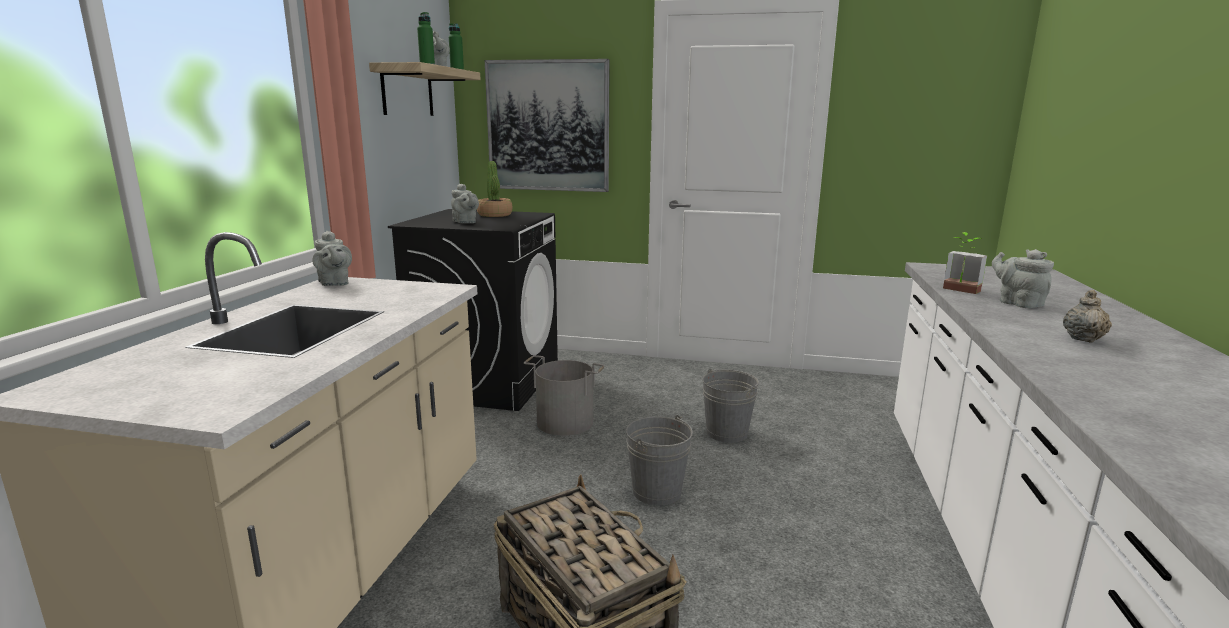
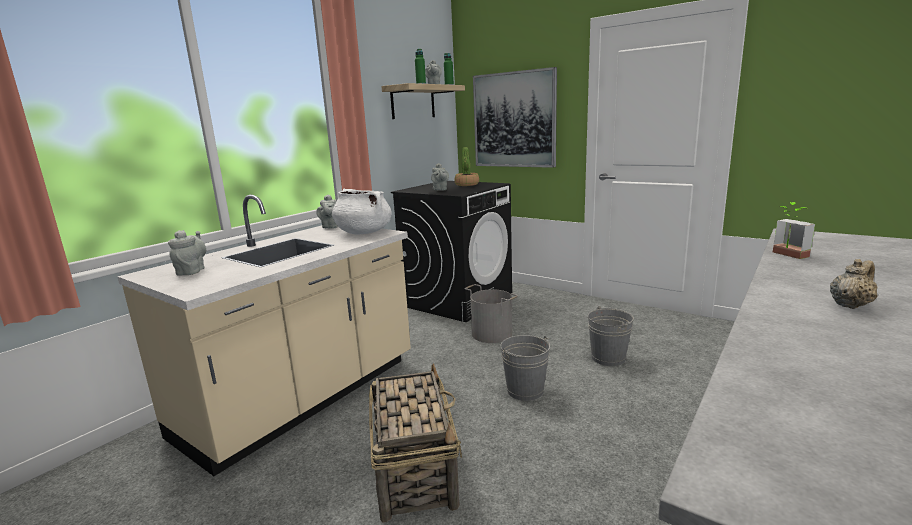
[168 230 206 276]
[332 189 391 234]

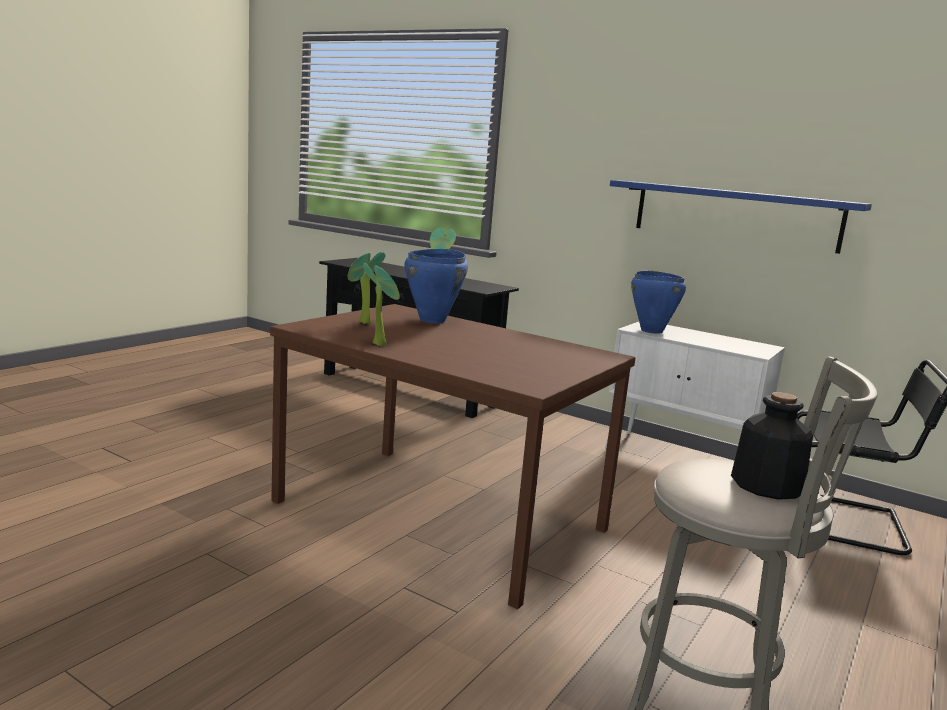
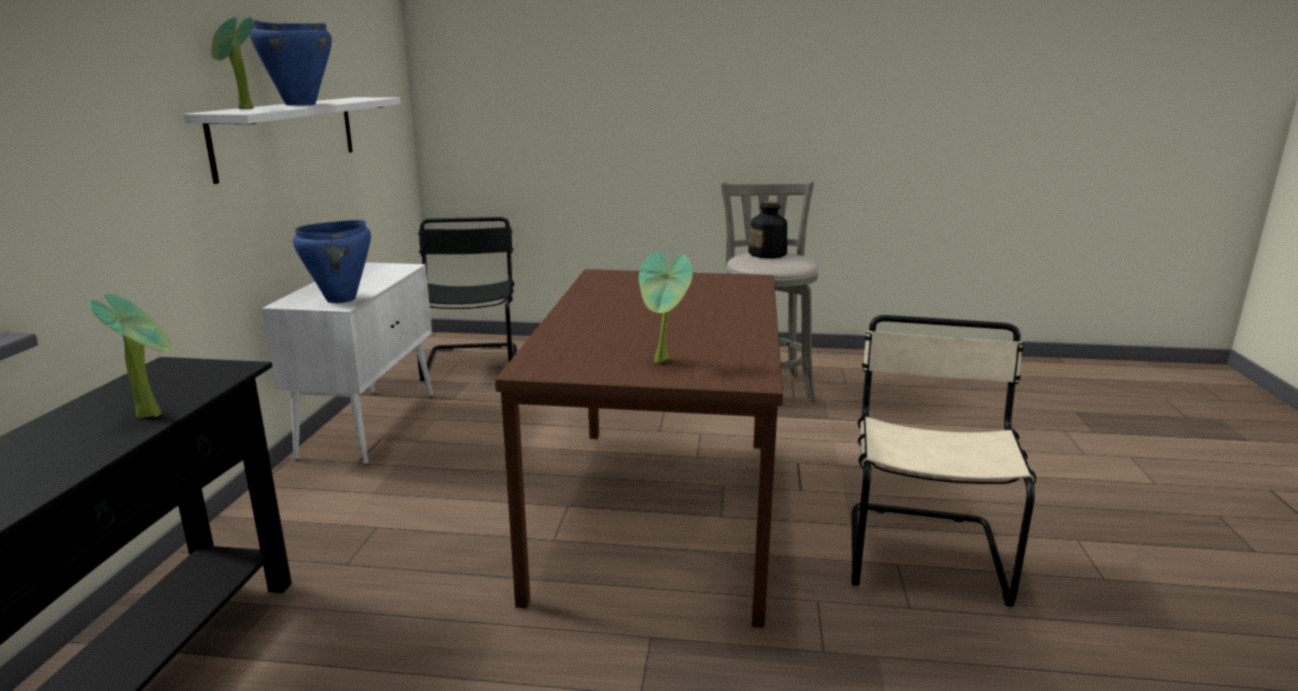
[183 97 401 184]
[211 16 254 109]
[250 21 332 106]
[851 315 1036 606]

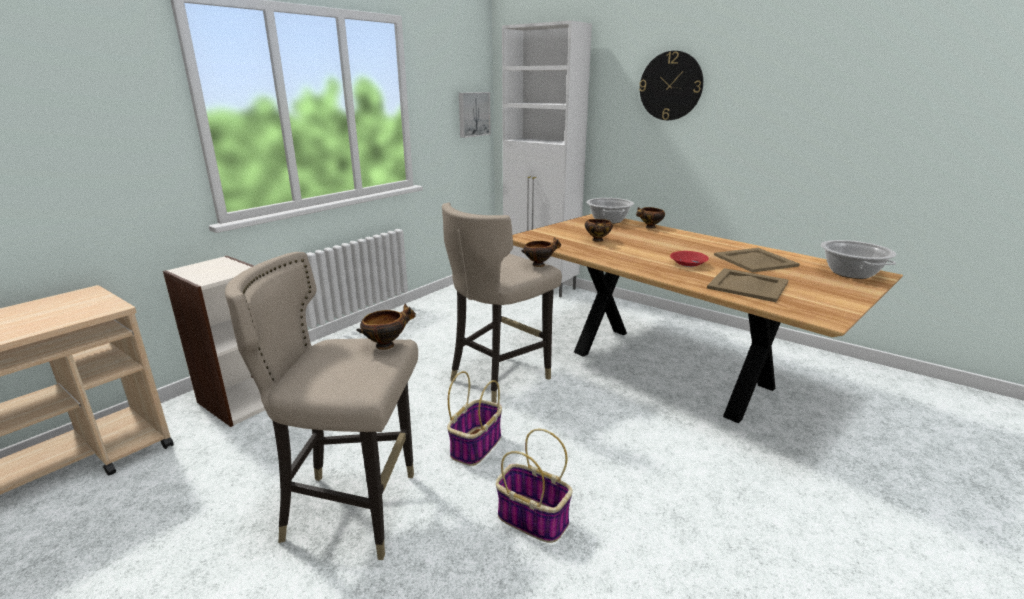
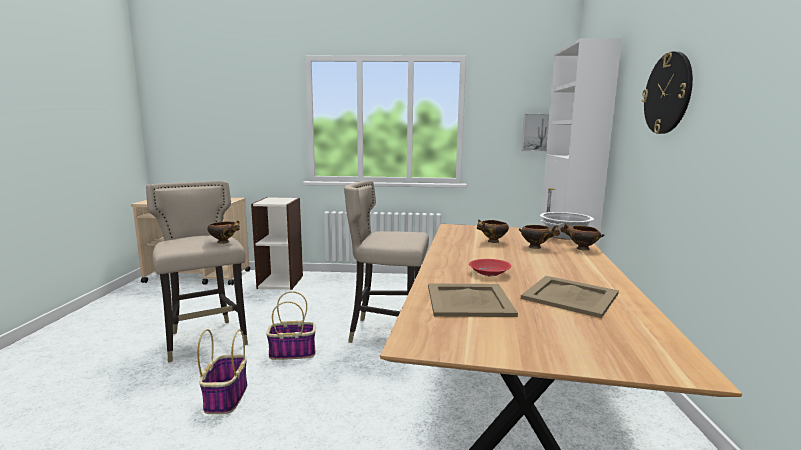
[519 225 560 249]
[821 240 896 279] (first image)

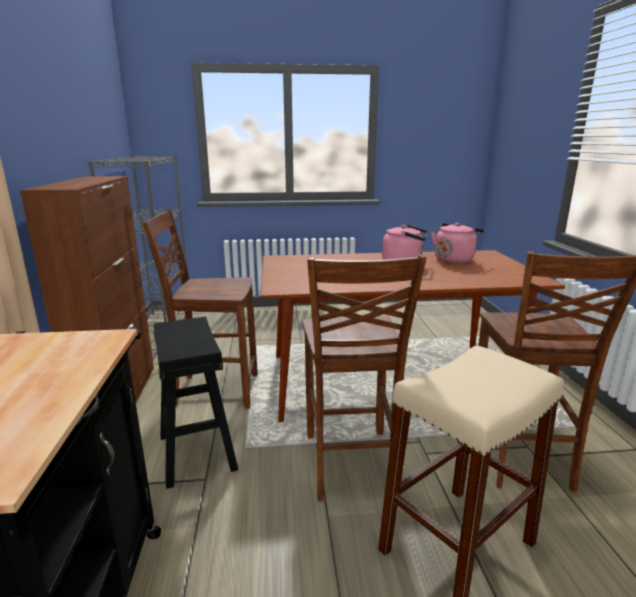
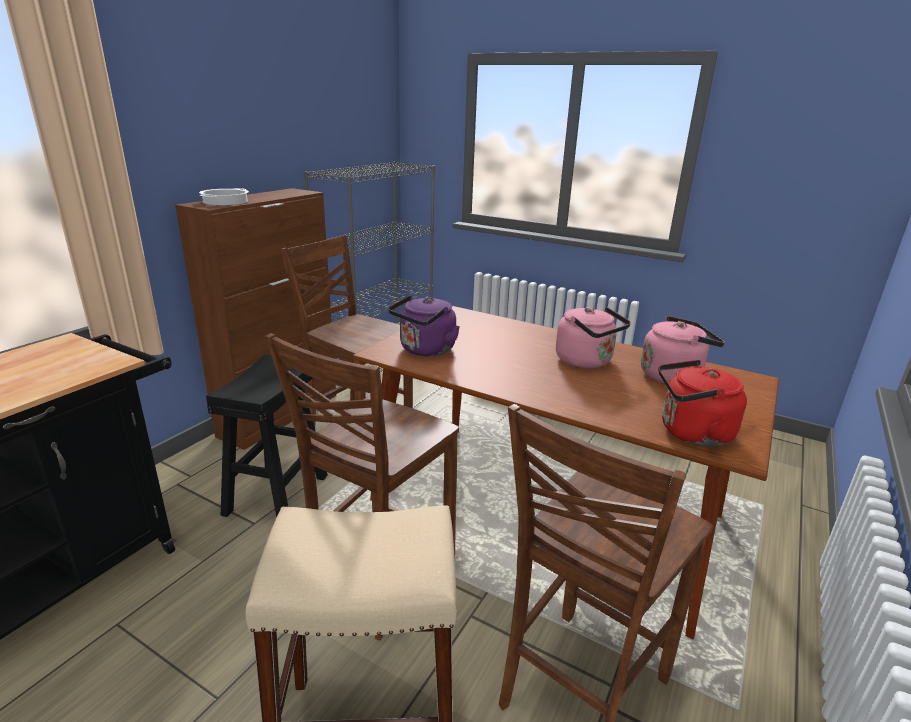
[199 188 249 205]
[388 295 460 356]
[658 360 747 447]

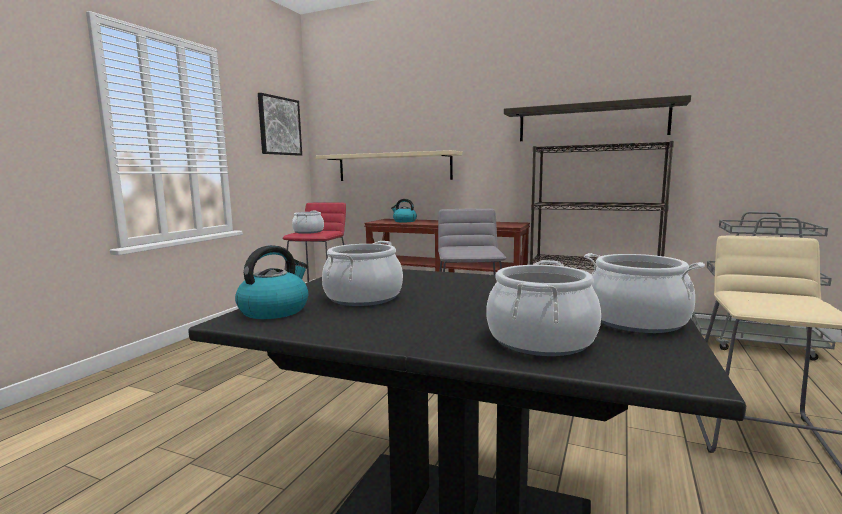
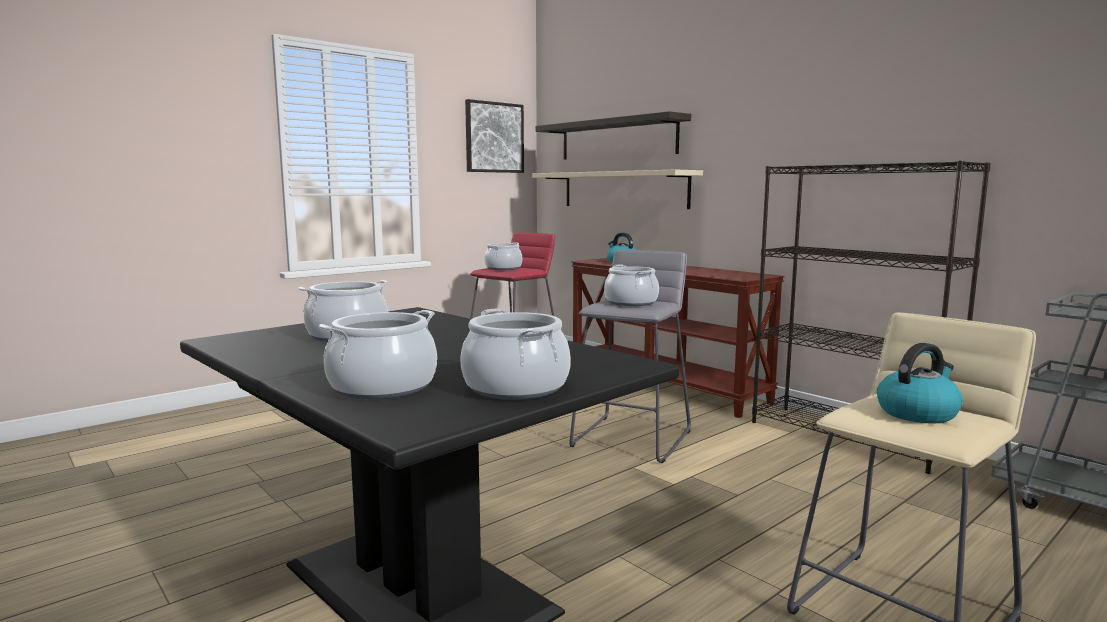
[535 111 691 159]
[604 265 659 306]
[877 343 963 424]

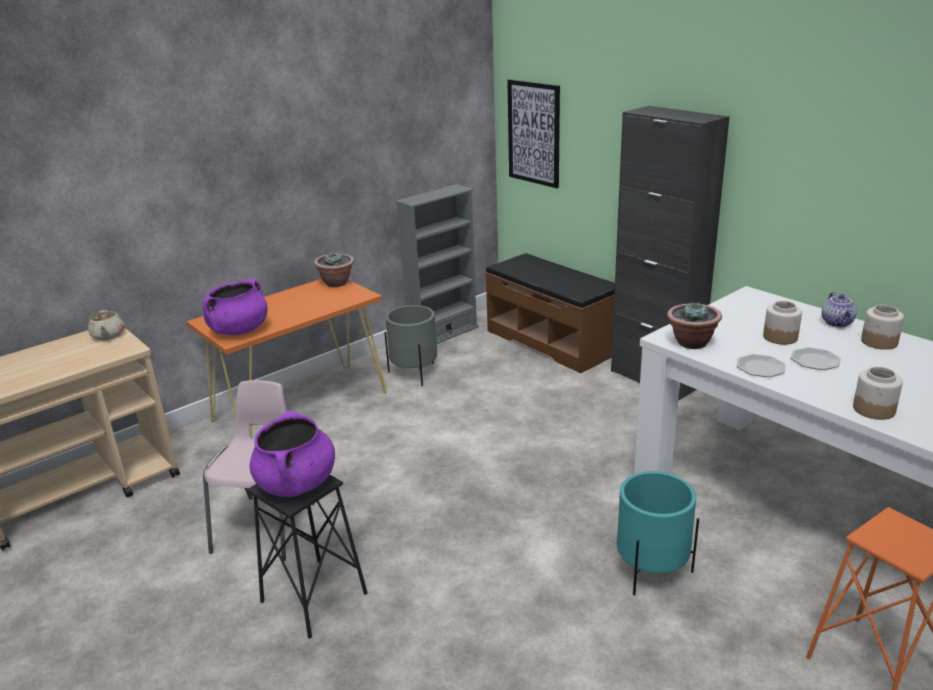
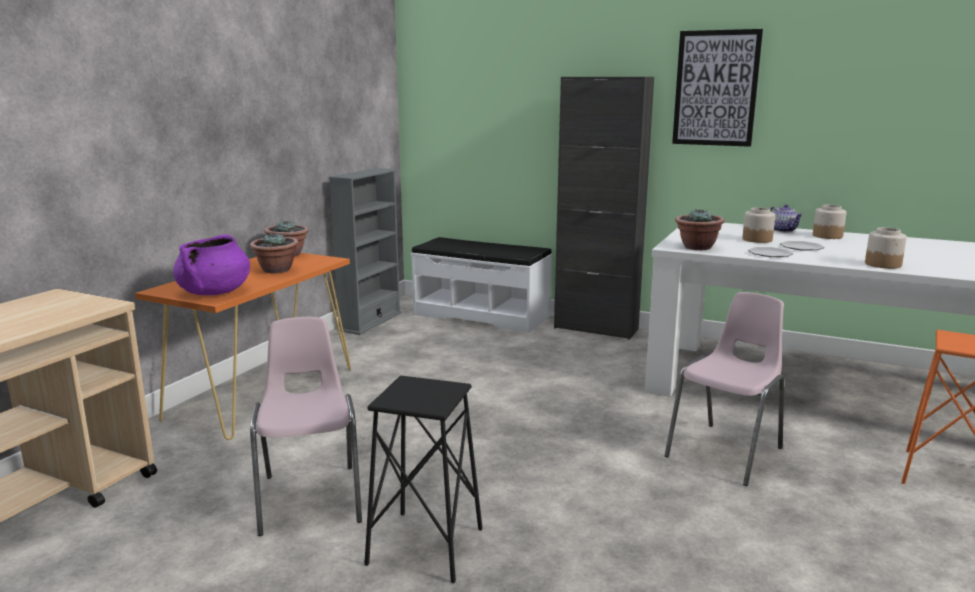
[250 233 299 273]
[411 237 552 333]
[665 292 784 486]
[672 29 763 147]
[88 310 125 340] (first image)
[250 411 335 497] (first image)
[384 305 437 386] (first image)

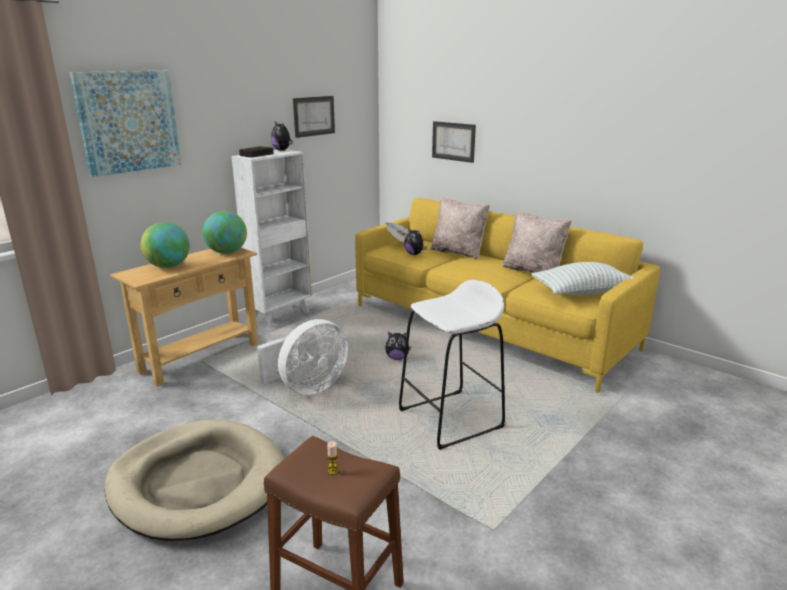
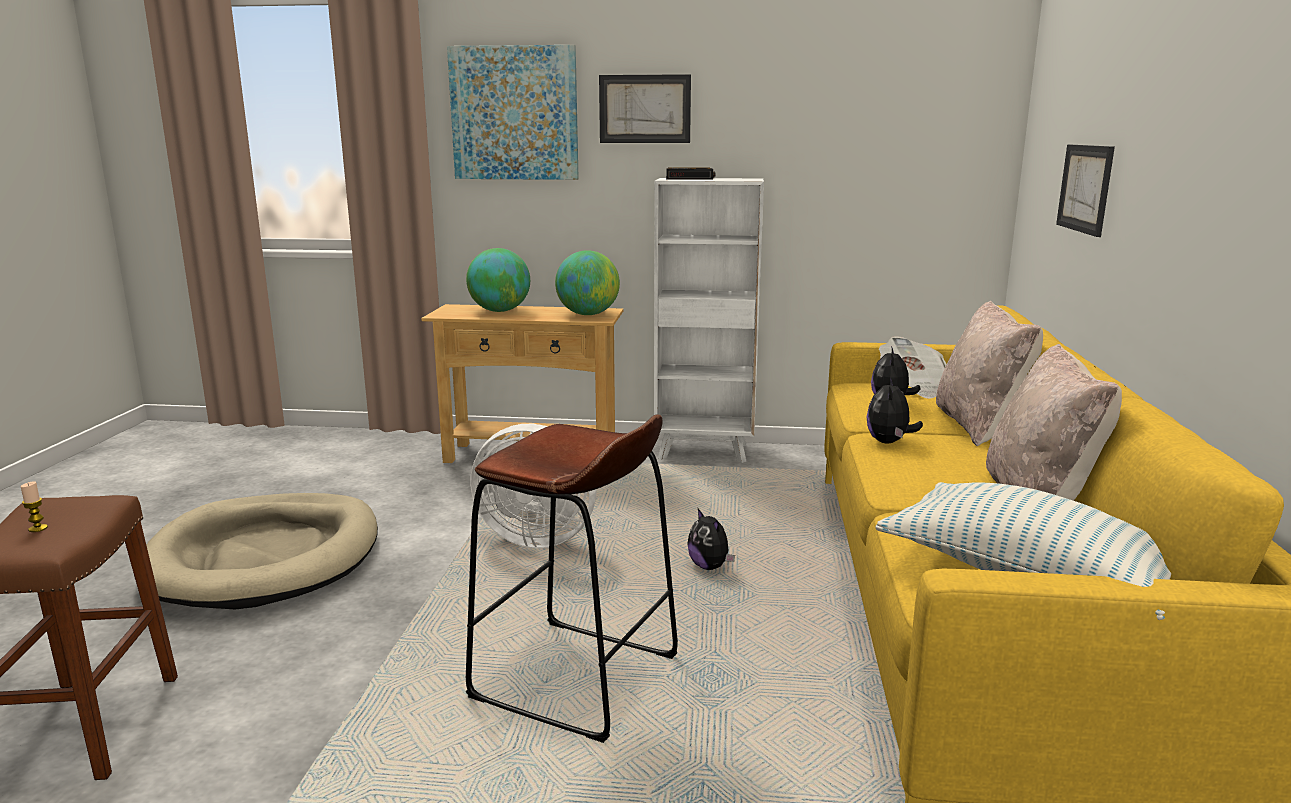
[466 414 678 743]
[599 74 691 143]
[867 377 923 443]

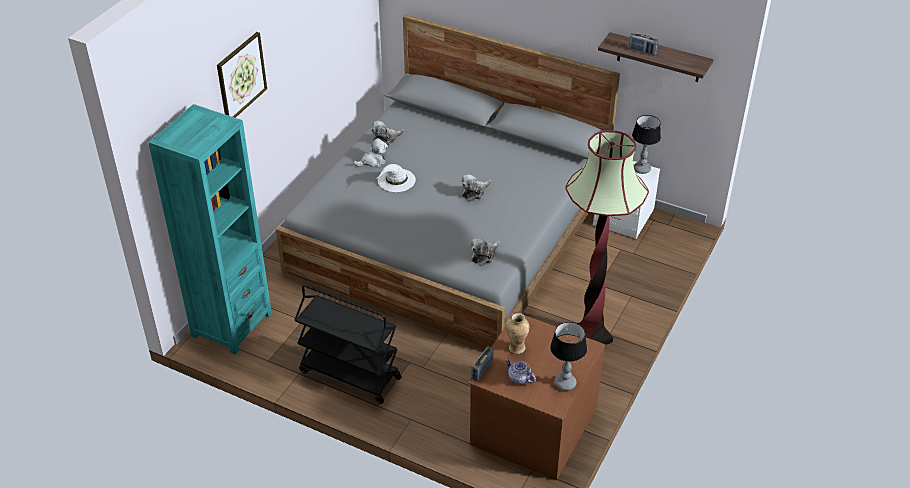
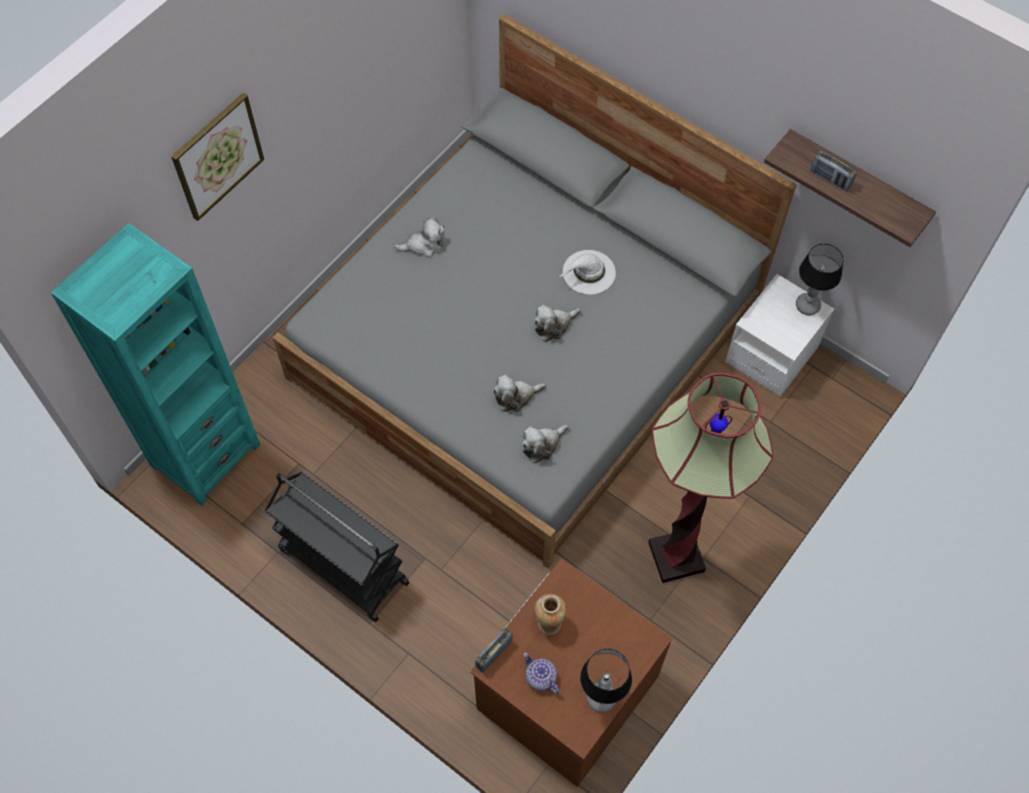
[493 375 546 412]
[559 250 616 294]

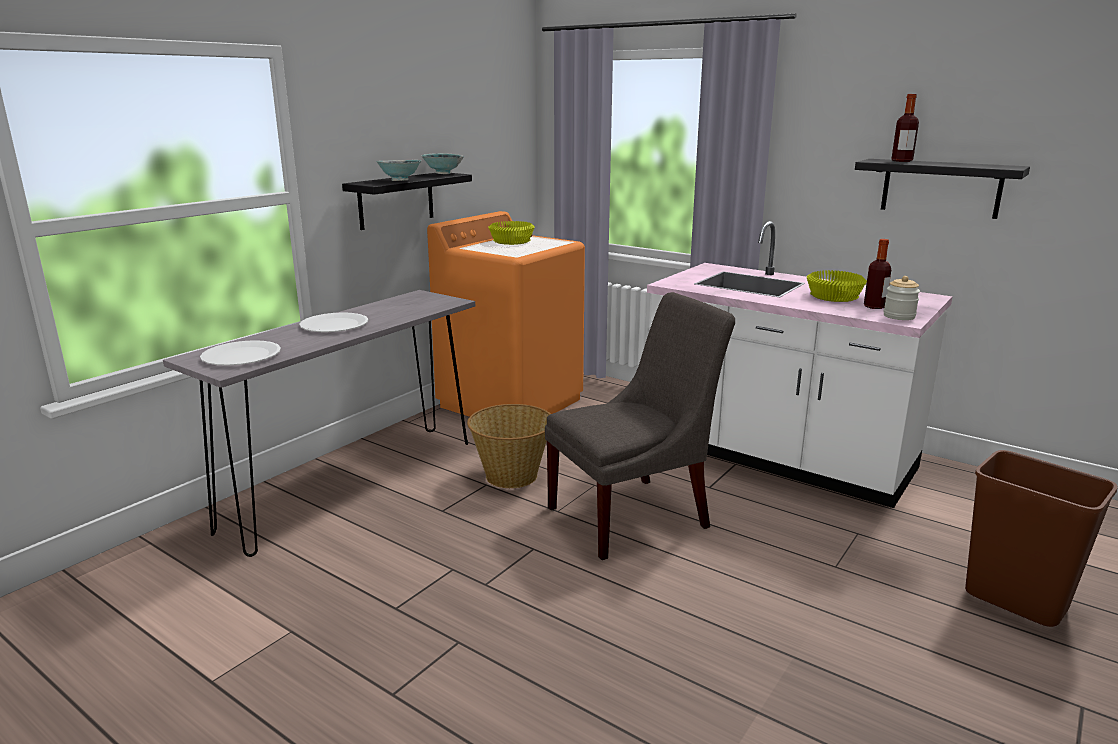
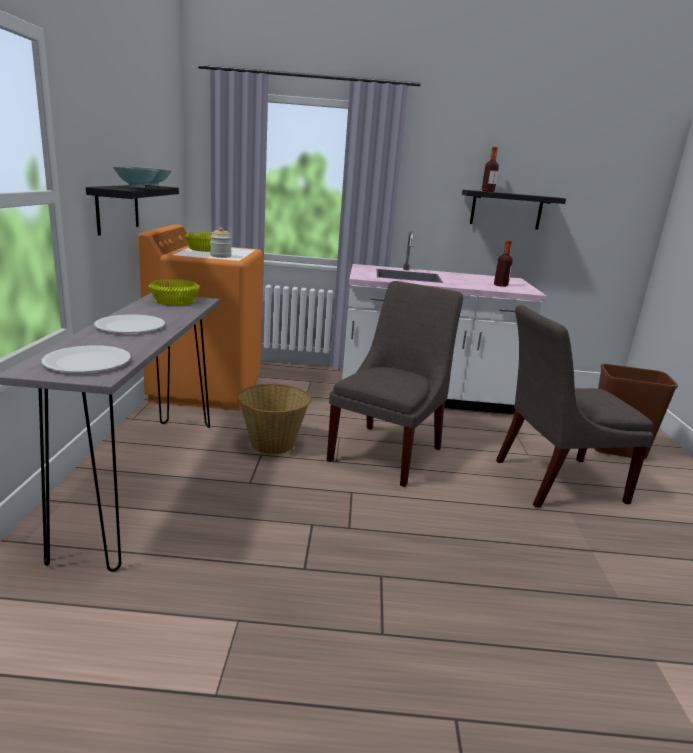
[149 279 200 305]
[210 227 232 258]
[496 305 653 508]

